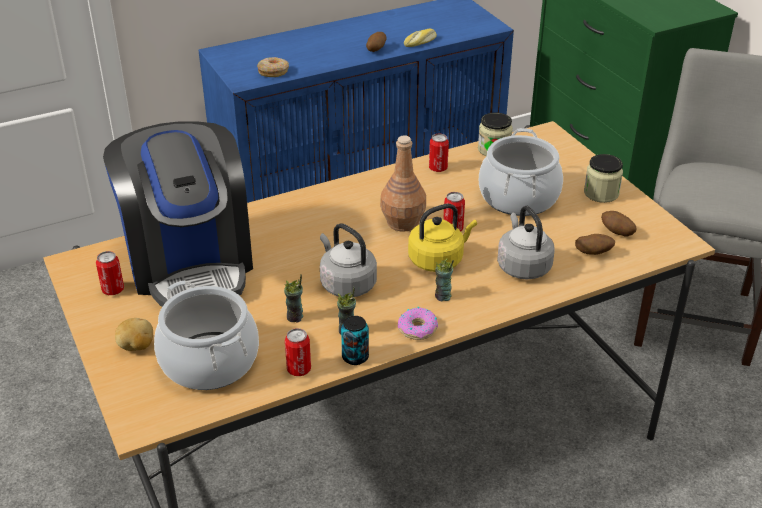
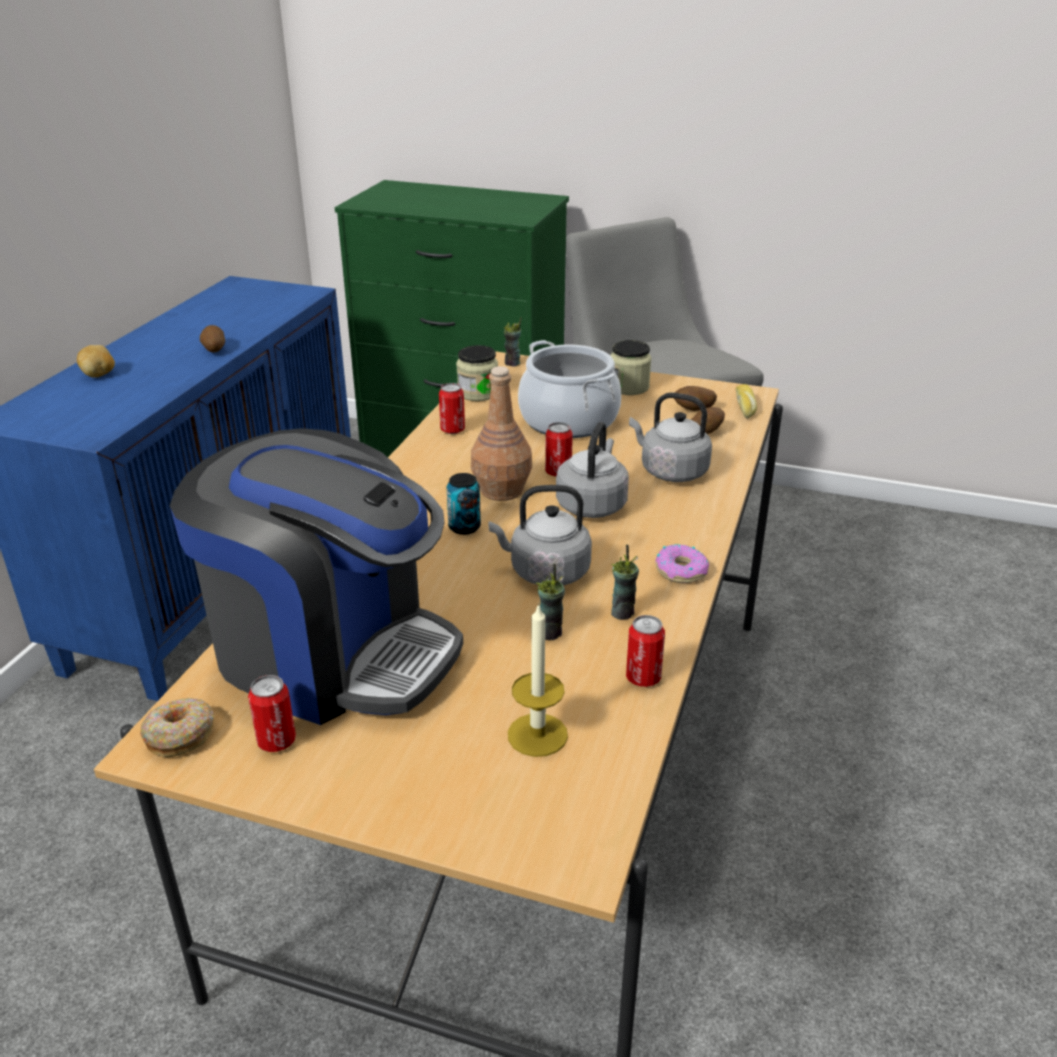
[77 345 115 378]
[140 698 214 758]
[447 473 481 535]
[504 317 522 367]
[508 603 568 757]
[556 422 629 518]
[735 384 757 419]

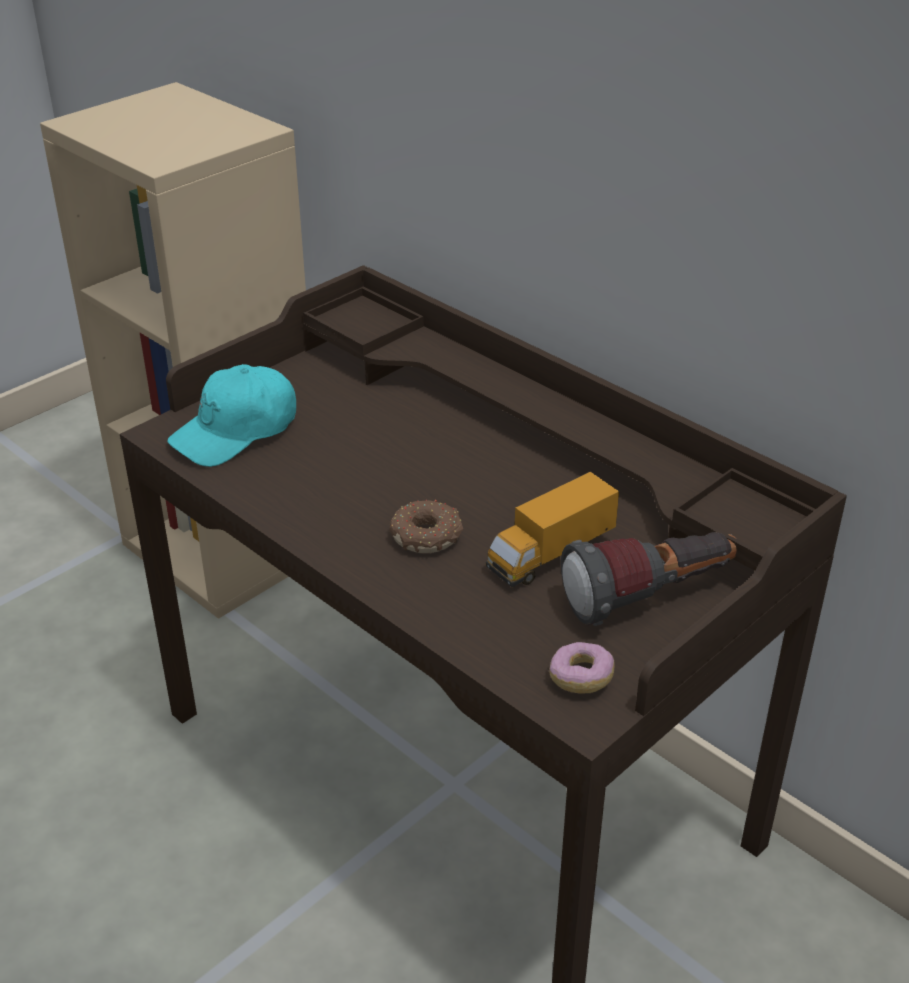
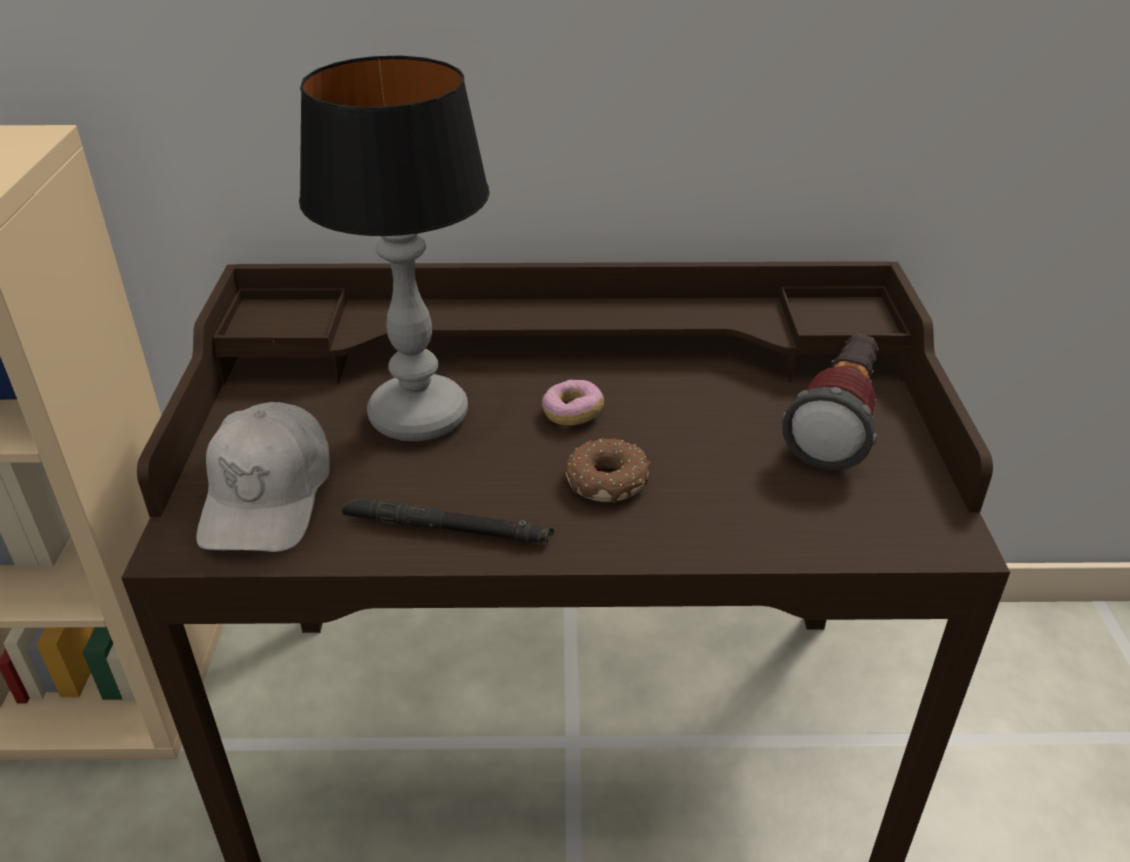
[196 402 330 552]
[299 55 490 442]
[341 498 554 543]
[542 380 604 426]
[486 472 619 587] (first image)

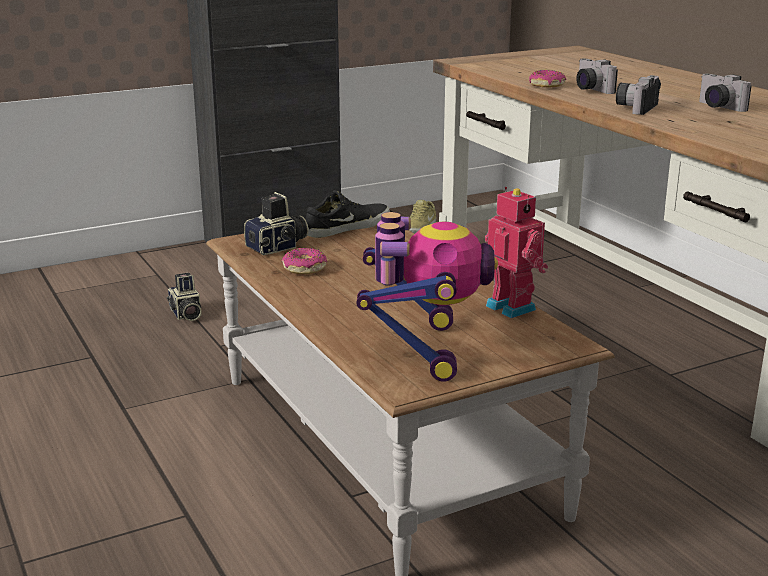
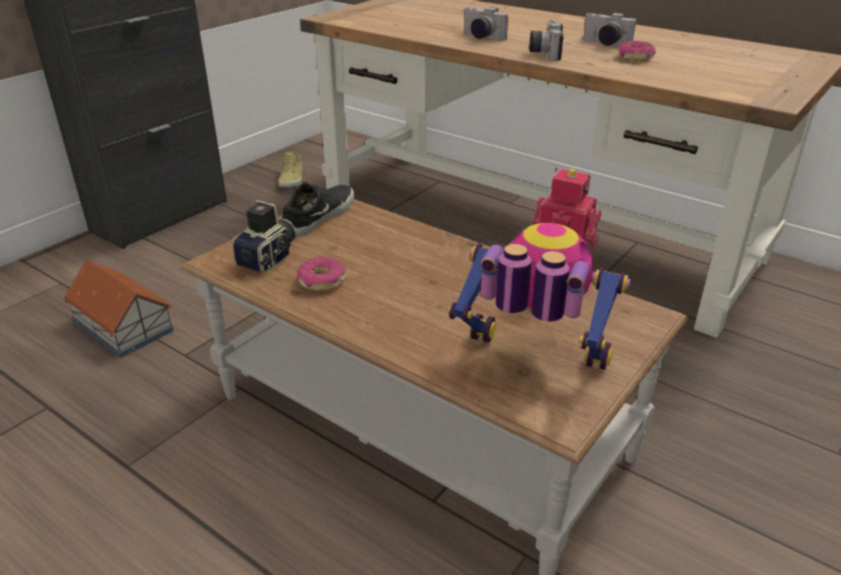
[64 260 174 358]
[448 223 631 370]
[618 41 656 61]

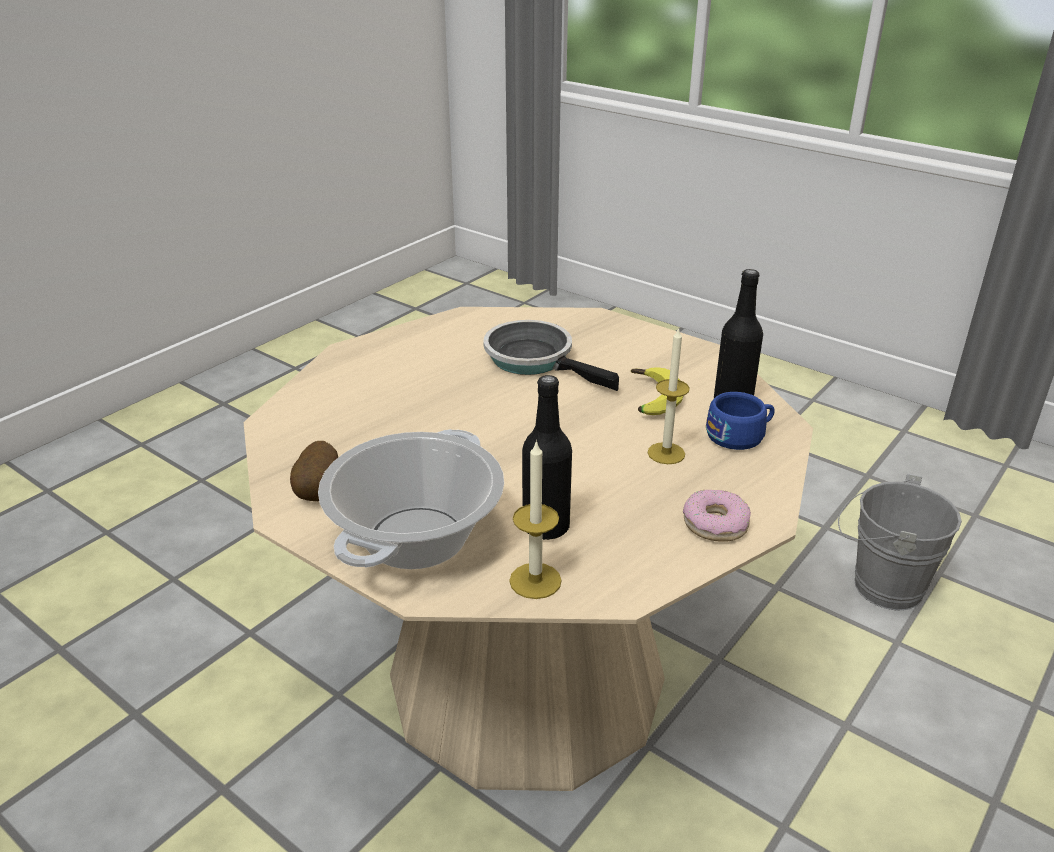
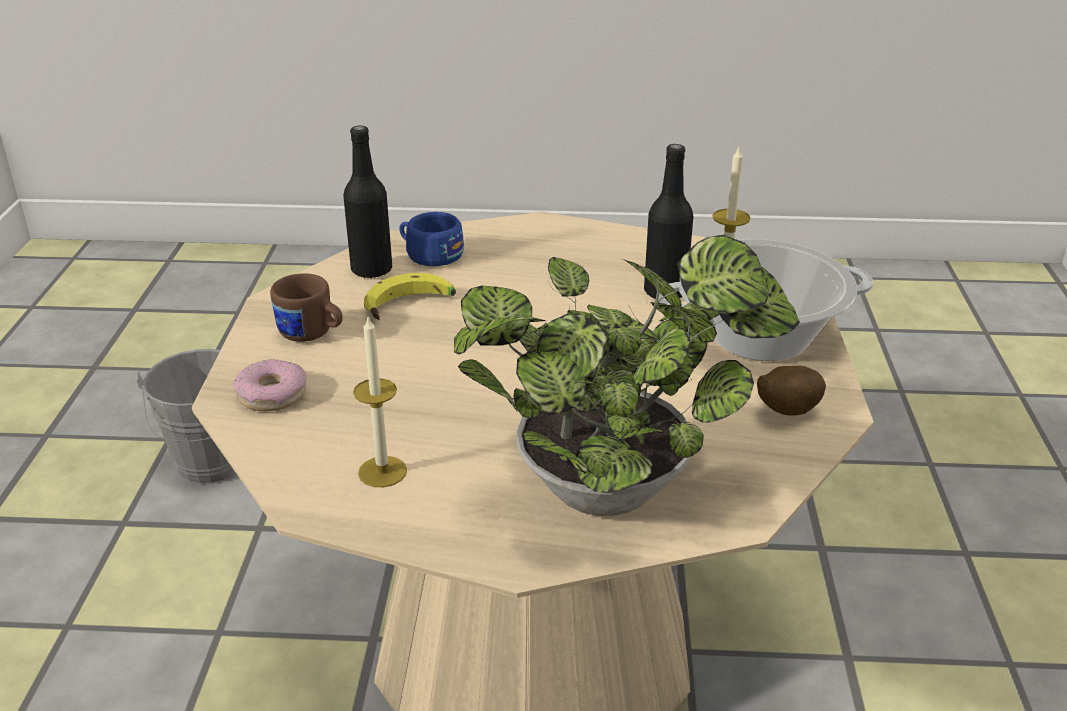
[234 359 306 411]
[270 273 343 342]
[353 317 407 487]
[454 235 800 516]
[483 320 619 391] (first image)

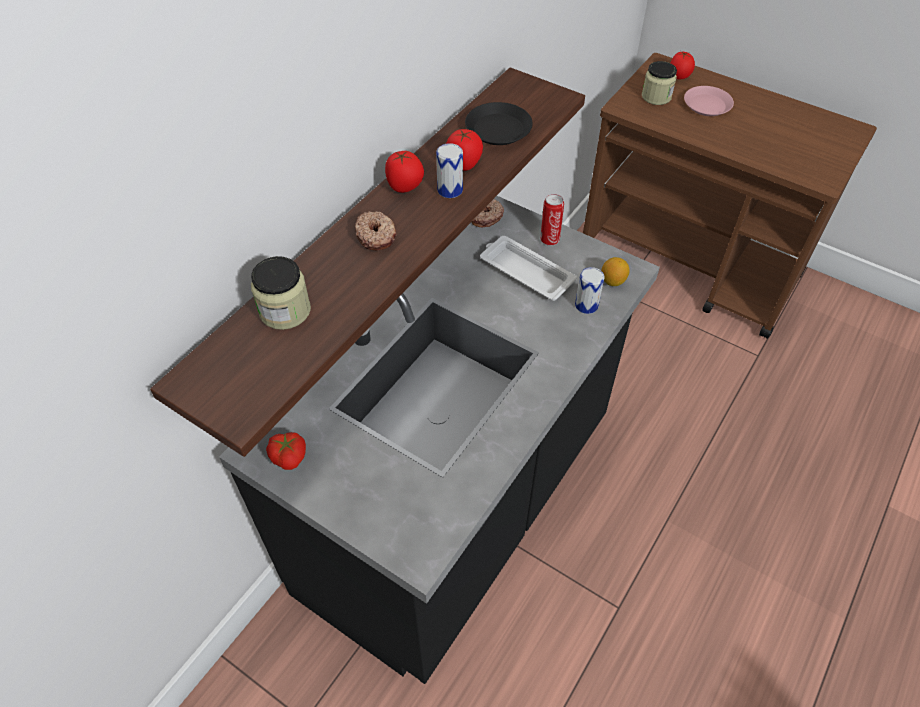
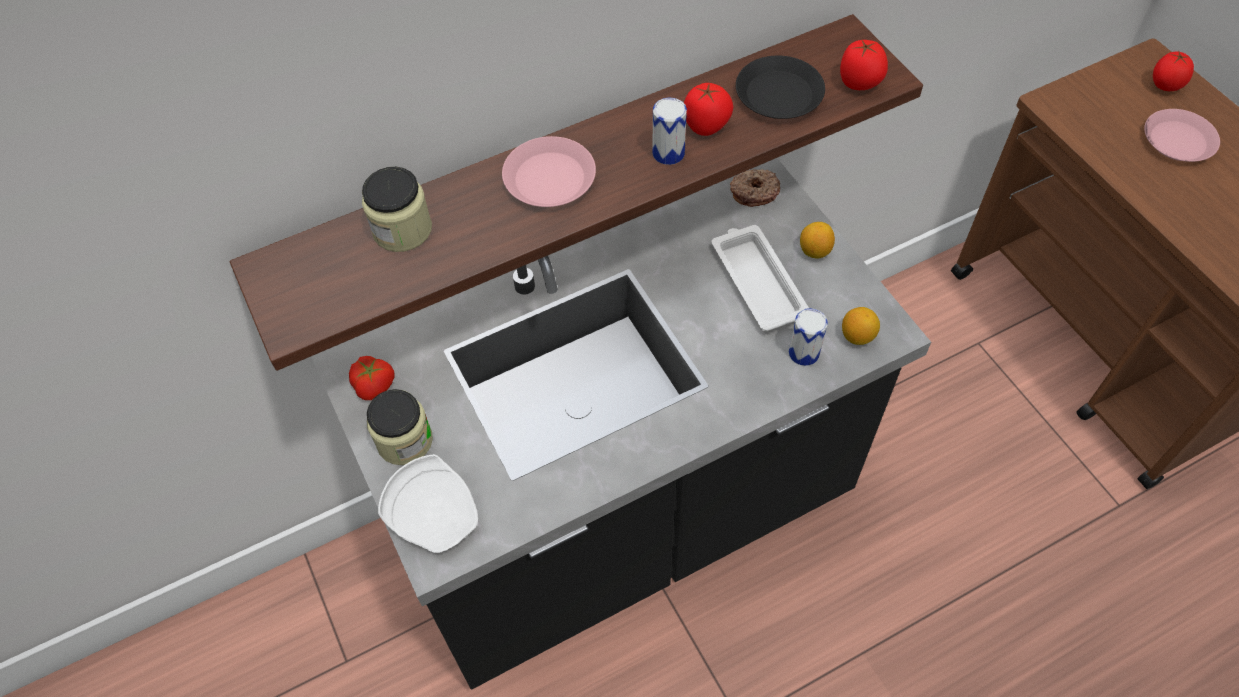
[367 389 433 465]
[378 454 478 553]
[502 136 596 207]
[800 222 835 259]
[840 39 888 90]

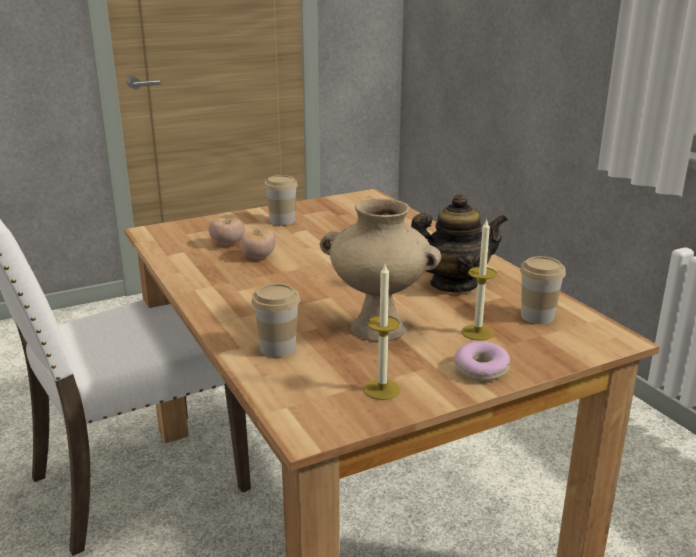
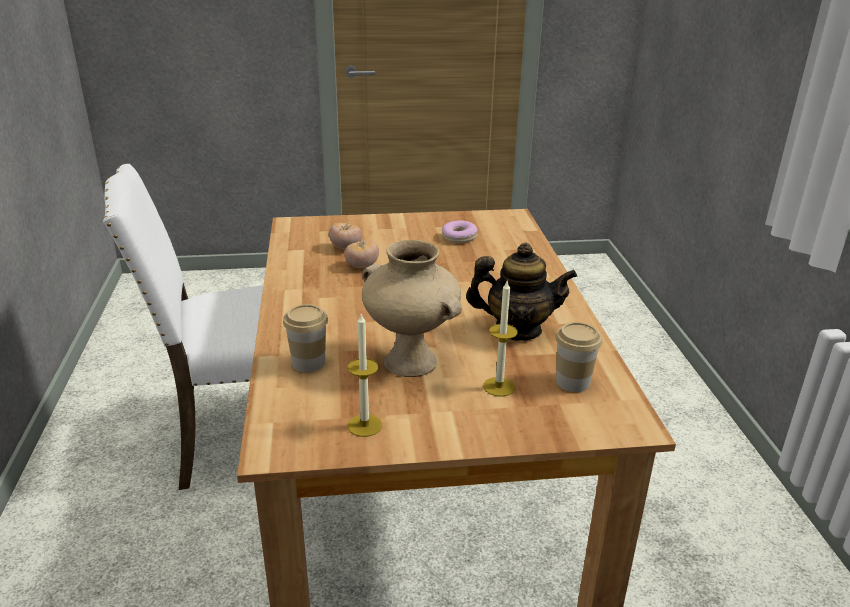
[442 221 477 243]
[264 175 298 225] (first image)

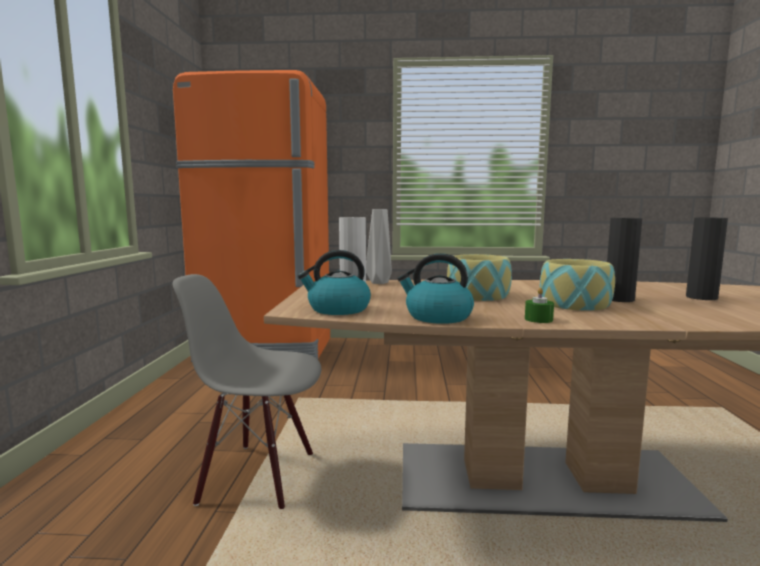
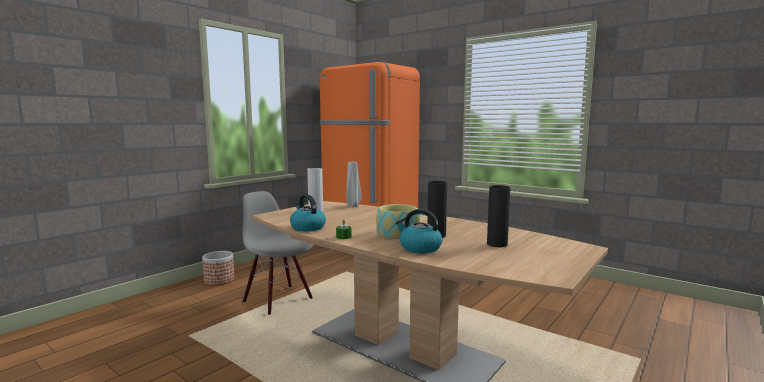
[202 251 234 286]
[396 209 442 253]
[447 254 512 301] (first image)

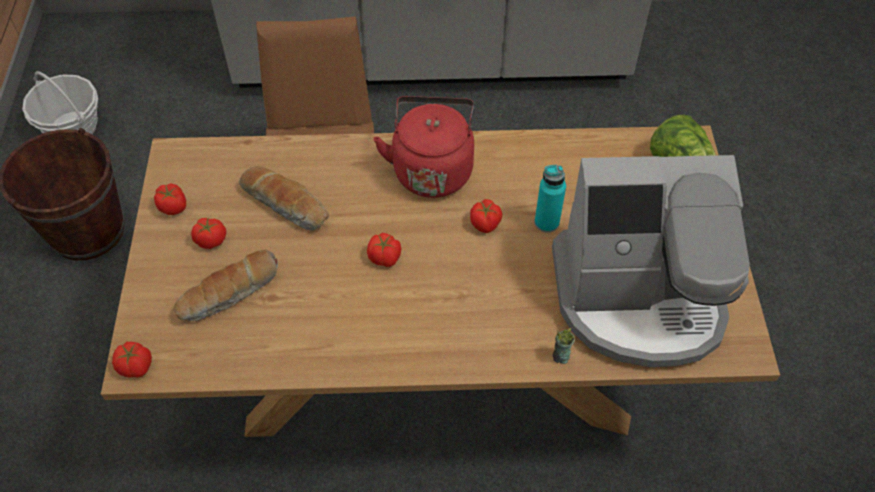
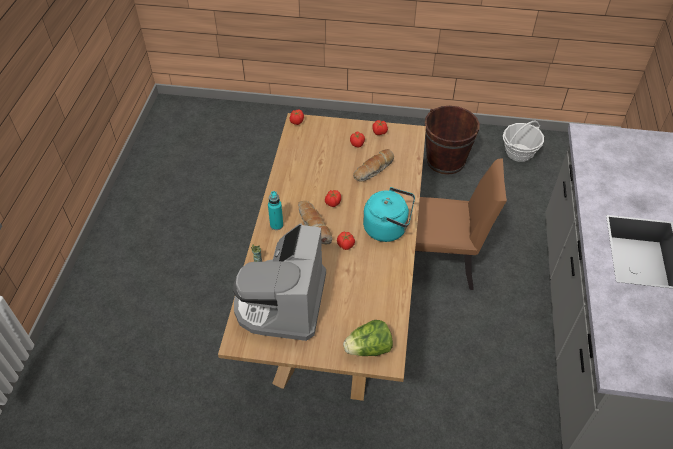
[268 191 283 230]
[298 201 332 245]
[363 187 415 242]

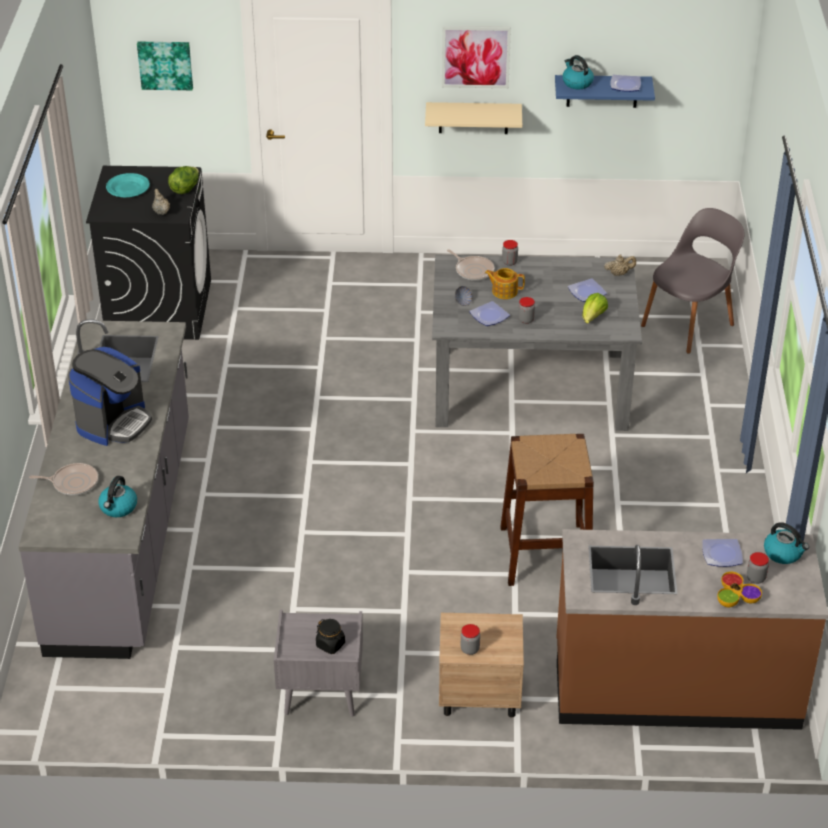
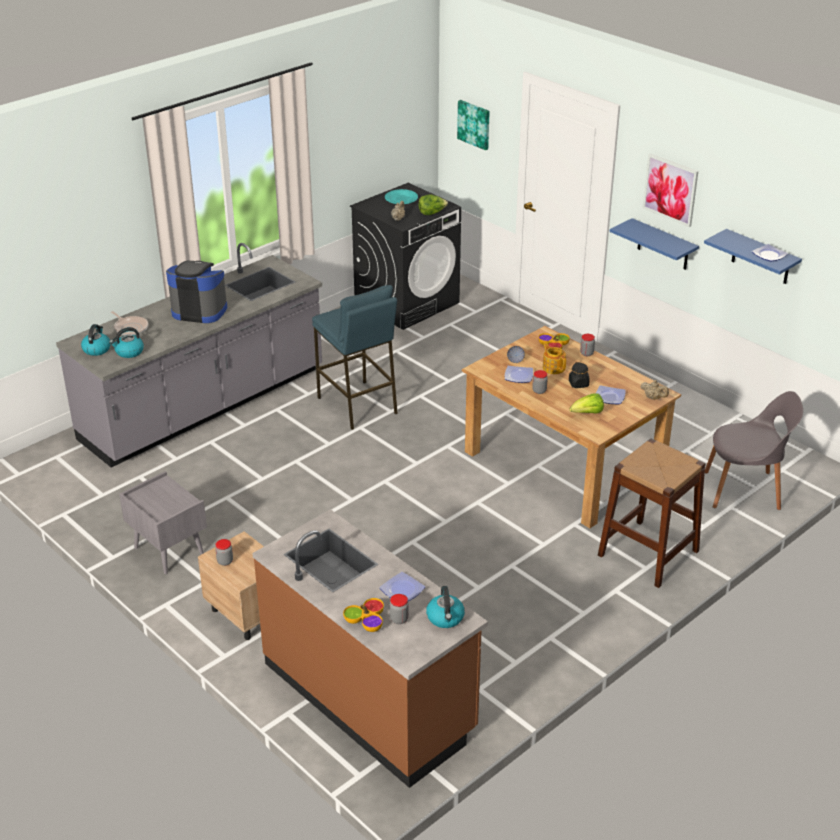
[81 324 111 356]
[166 261 227 323]
[312 285 398 430]
[462 326 681 528]
[538 333 570 349]
[569 362 590 388]
[598 438 705 588]
[610 218 699 270]

